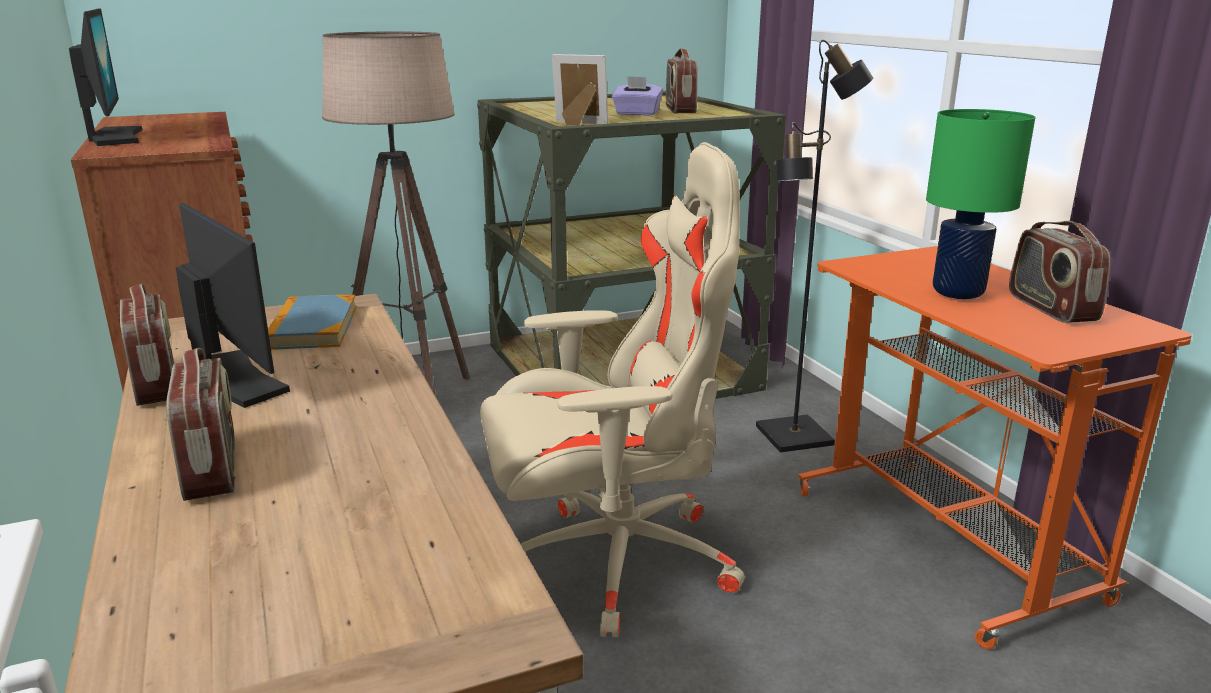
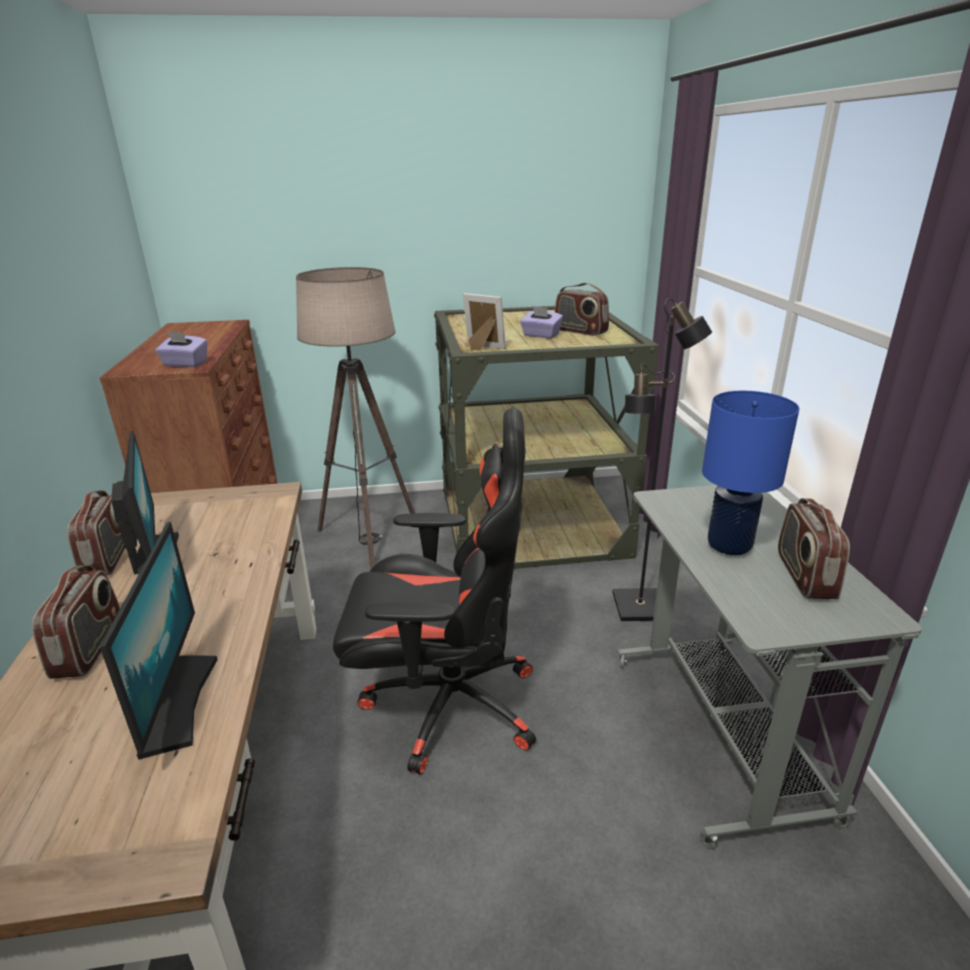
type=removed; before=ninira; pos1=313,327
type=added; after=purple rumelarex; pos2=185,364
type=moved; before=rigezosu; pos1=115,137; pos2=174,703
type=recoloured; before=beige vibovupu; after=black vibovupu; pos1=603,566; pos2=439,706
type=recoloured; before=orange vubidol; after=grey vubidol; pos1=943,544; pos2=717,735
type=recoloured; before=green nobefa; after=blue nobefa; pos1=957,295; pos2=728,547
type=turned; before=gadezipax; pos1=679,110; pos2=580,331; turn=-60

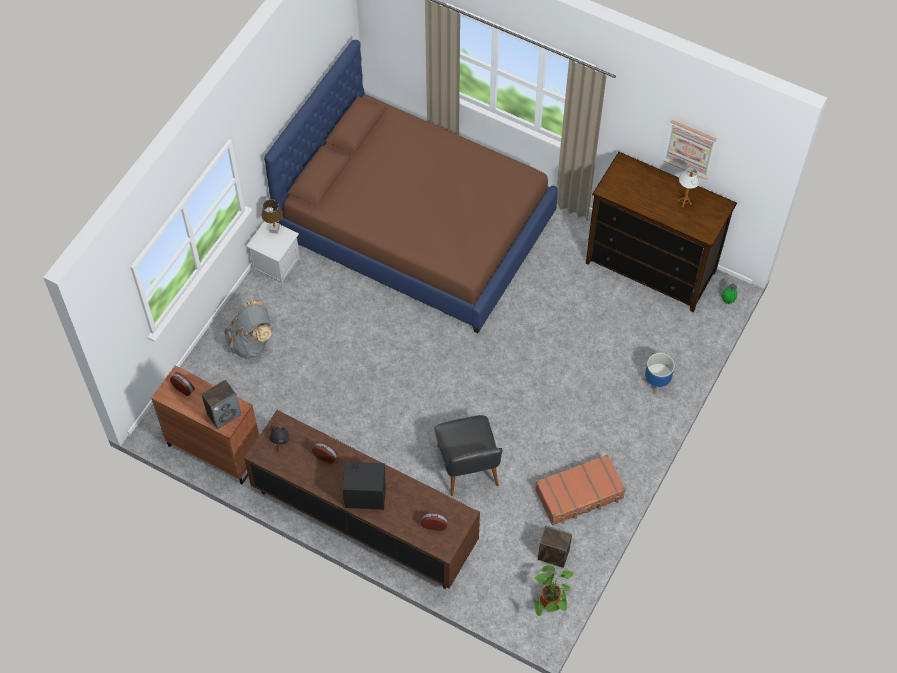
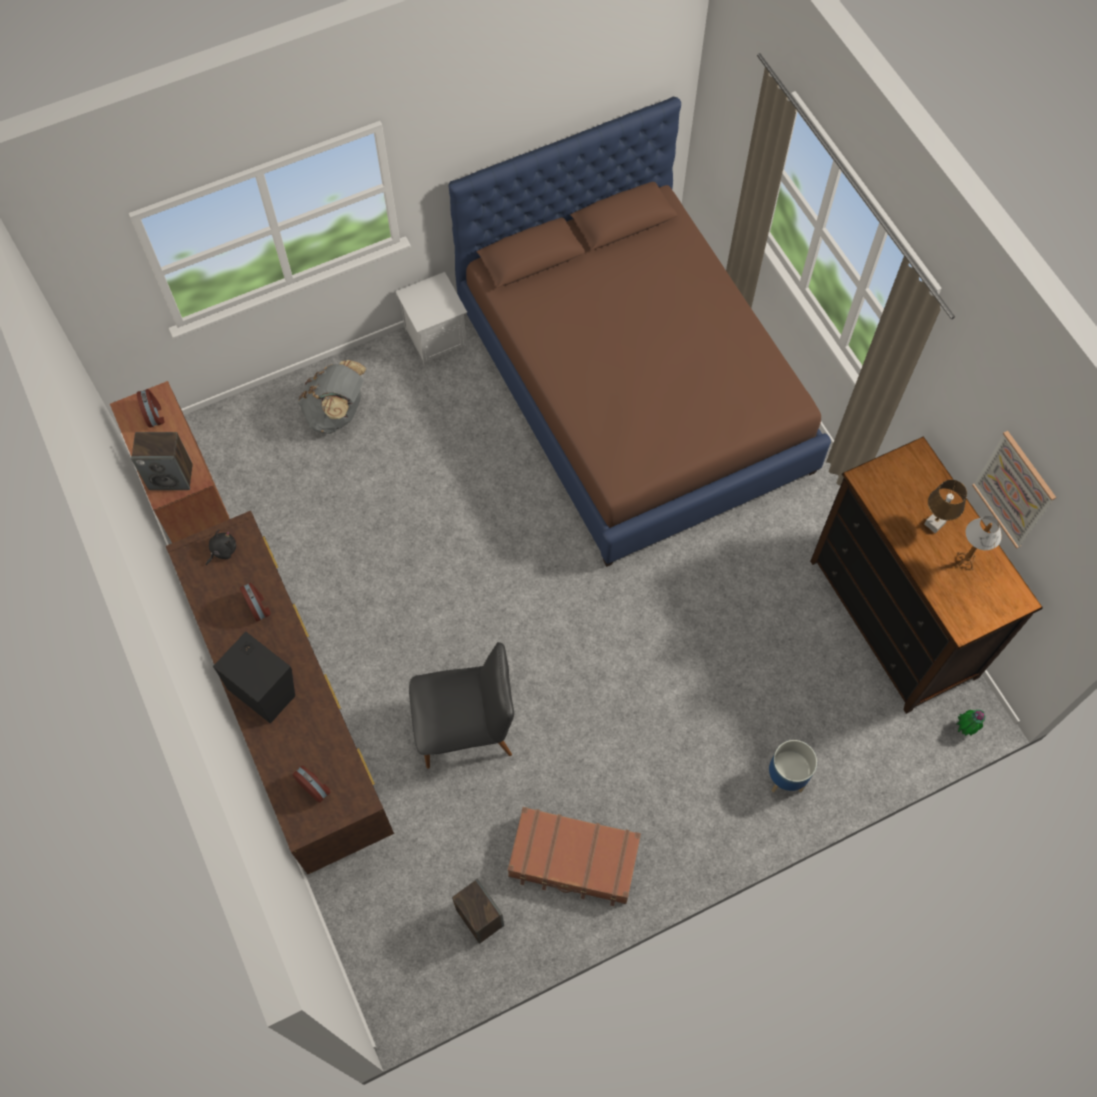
type=removed; before=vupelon; pos1=551,603
type=moved; before=brown nobefa; pos1=274,229; pos2=934,523
type=turned; before=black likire; pos1=467,465; pos2=465,727; turn=-120

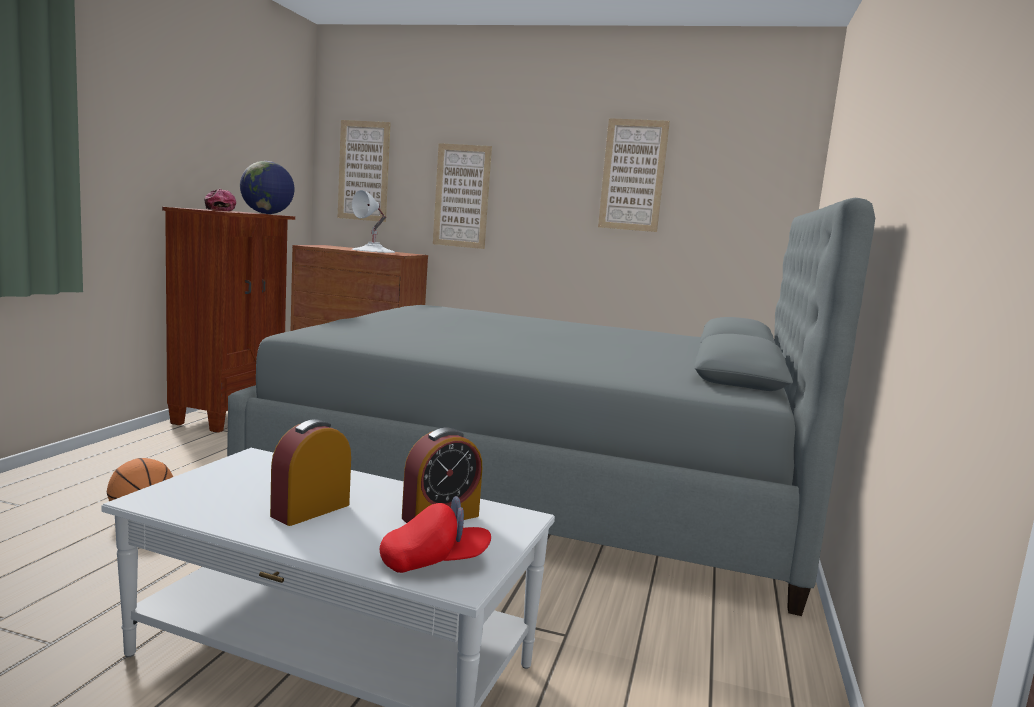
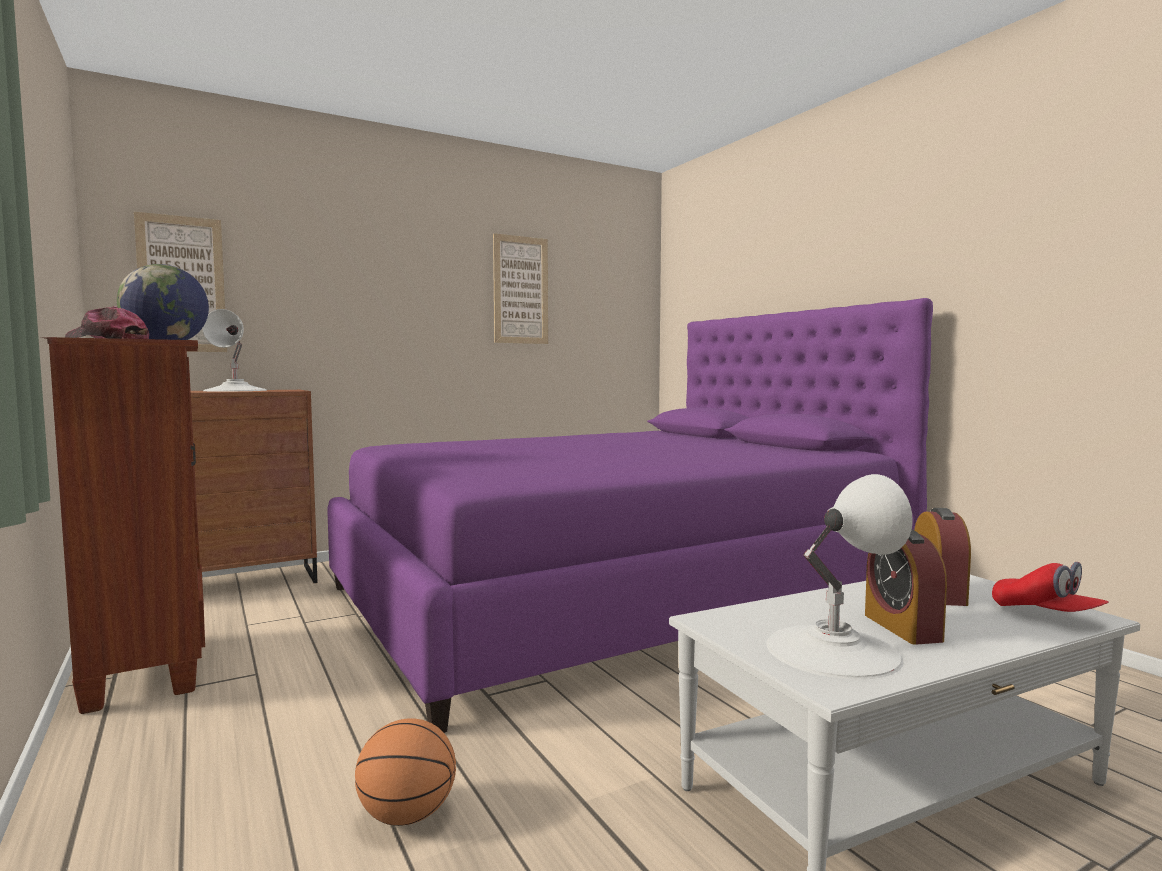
type=removed; before=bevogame; pos1=462,196
type=added; after=white nobefa; pos2=832,650
type=recoloured; before=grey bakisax; after=purple bakisax; pos1=539,482; pos2=616,596
type=turned; before=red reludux; pos1=434,562; pos2=1046,614; turn=120

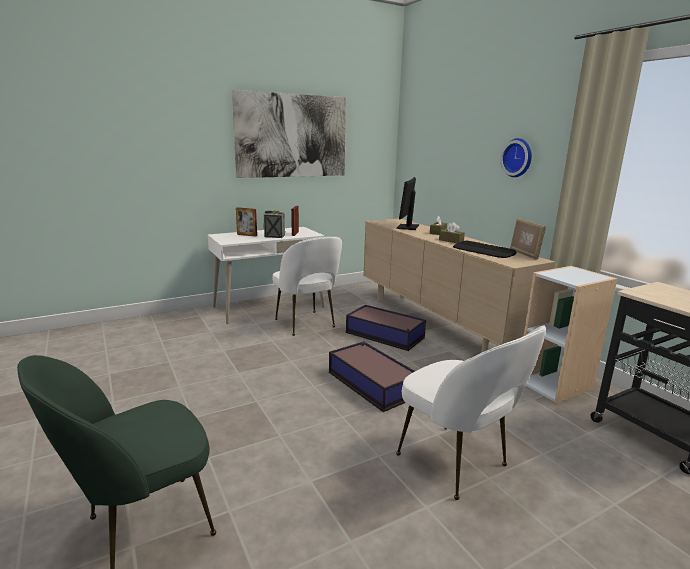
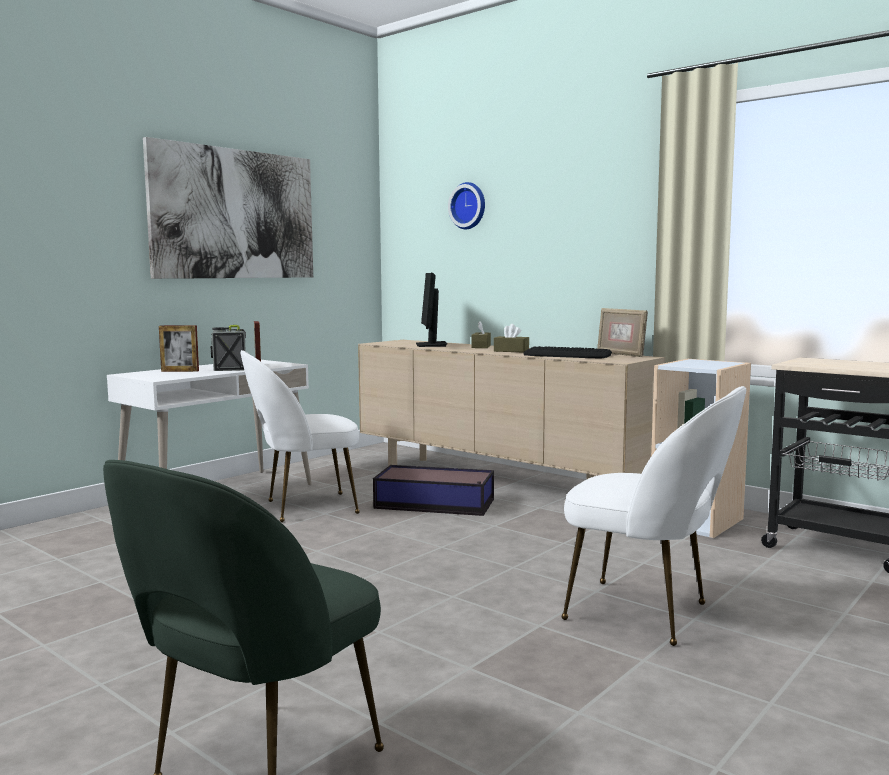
type=removed; before=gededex; pos1=371,383
type=moved; before=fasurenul; pos1=518,158; pos2=469,206
type=turned; before=white likire; pos1=306,325; pos2=303,508; turn=120

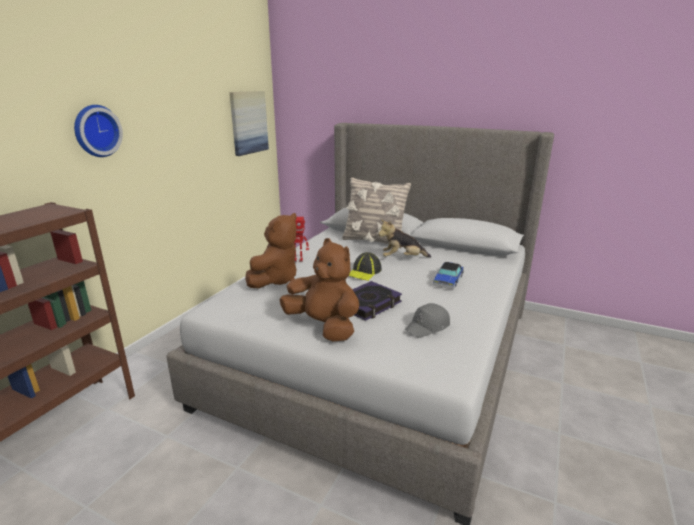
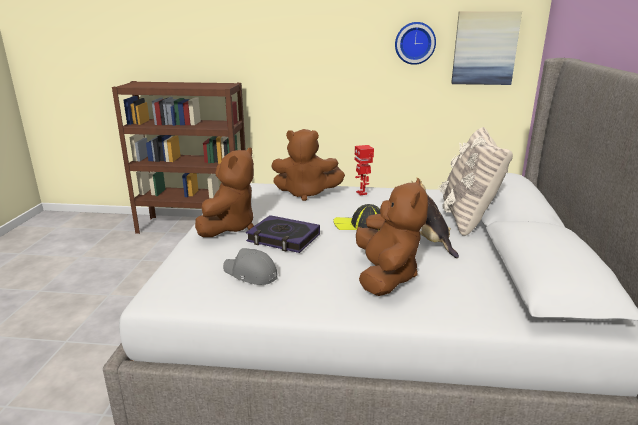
type=moved; before=fasurenul; pos1=96,131; pos2=415,43
type=replaced; before=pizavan; after=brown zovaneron; pos1=448,281; pos2=386,276

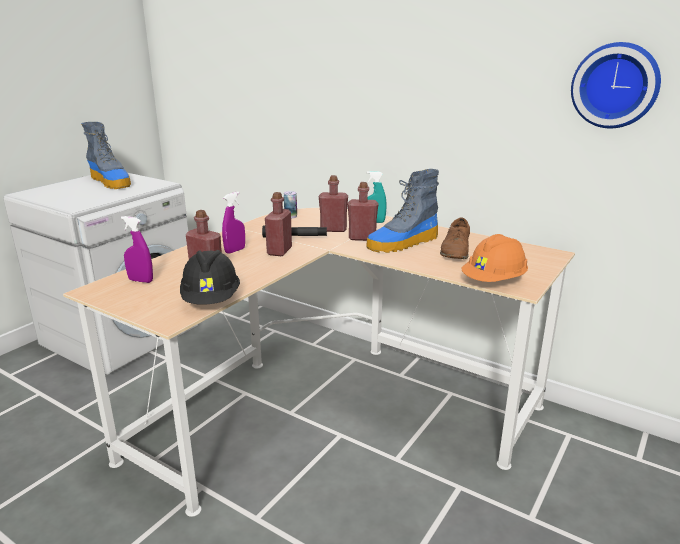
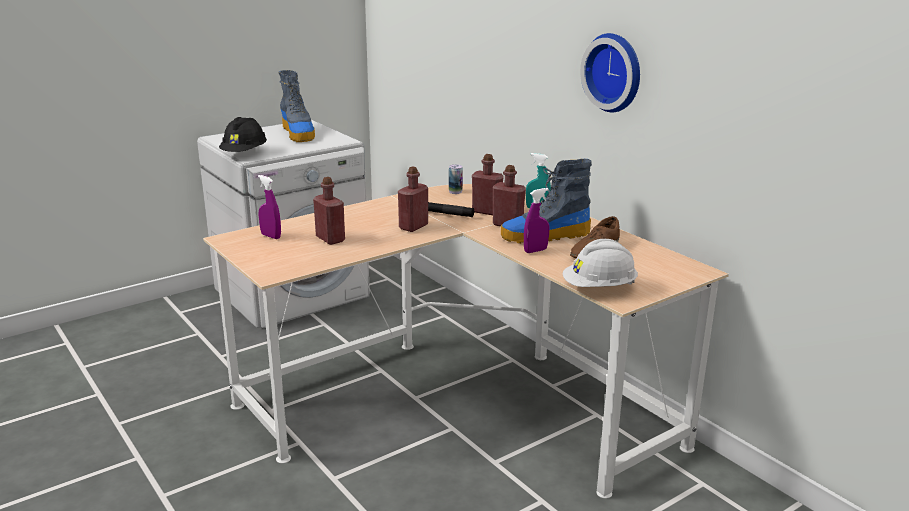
type=moved; before=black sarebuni; pos1=211,300; pos2=244,153
type=moved; before=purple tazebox; pos1=235,250; pos2=535,251
type=moved; before=fasurenul; pos1=615,85; pos2=615,72
type=recoloured; before=orange sarebuni; after=white sarebuni; pos1=494,281; pos2=599,288

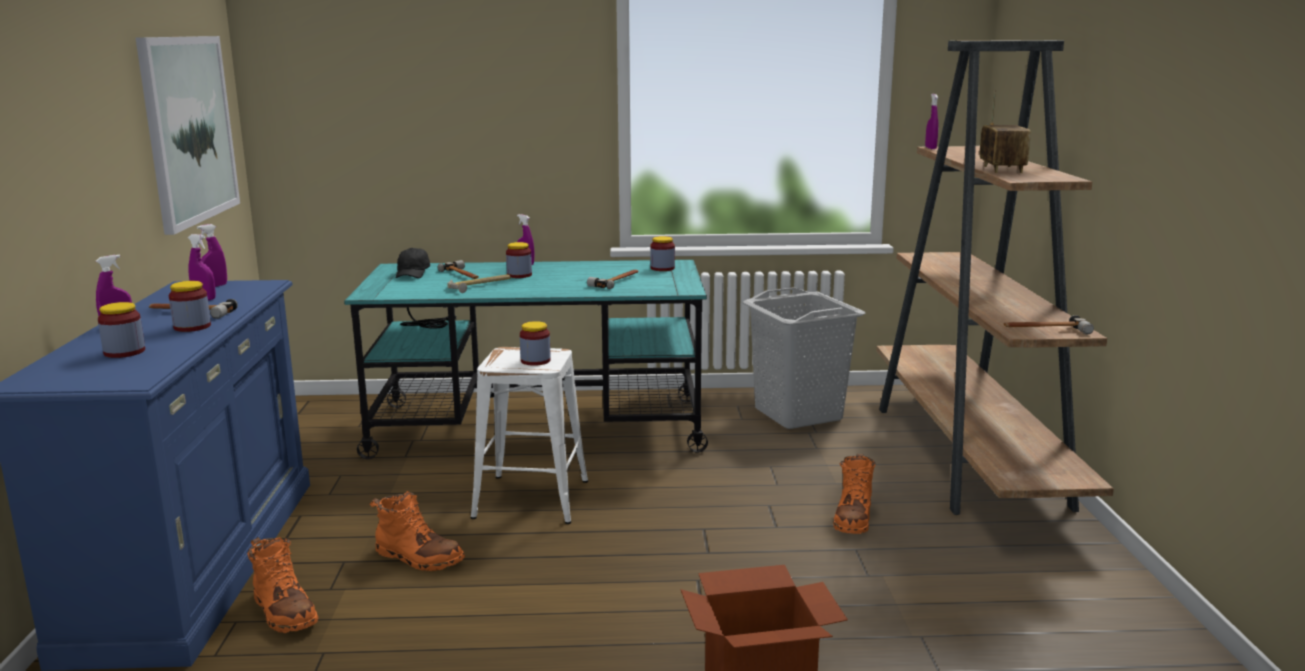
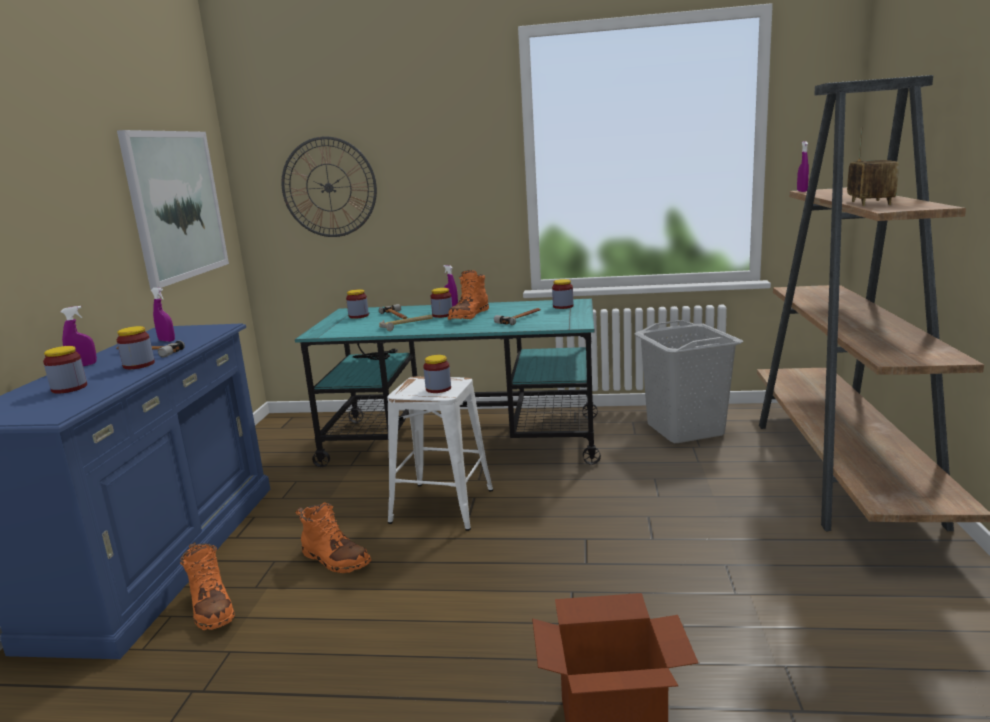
type=removed; before=purple tazebox; pos1=215,286
type=removed; before=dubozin; pos1=1045,330
type=added; after=fasurenul; pos2=329,187
type=moved; before=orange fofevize; pos1=853,518; pos2=468,316
type=replaced; before=black reludux; after=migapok; pos1=412,274; pos2=358,316

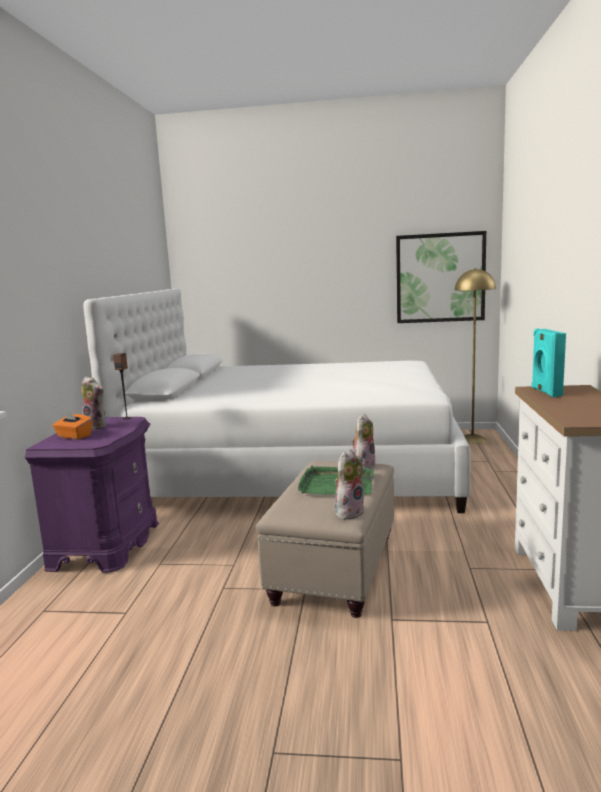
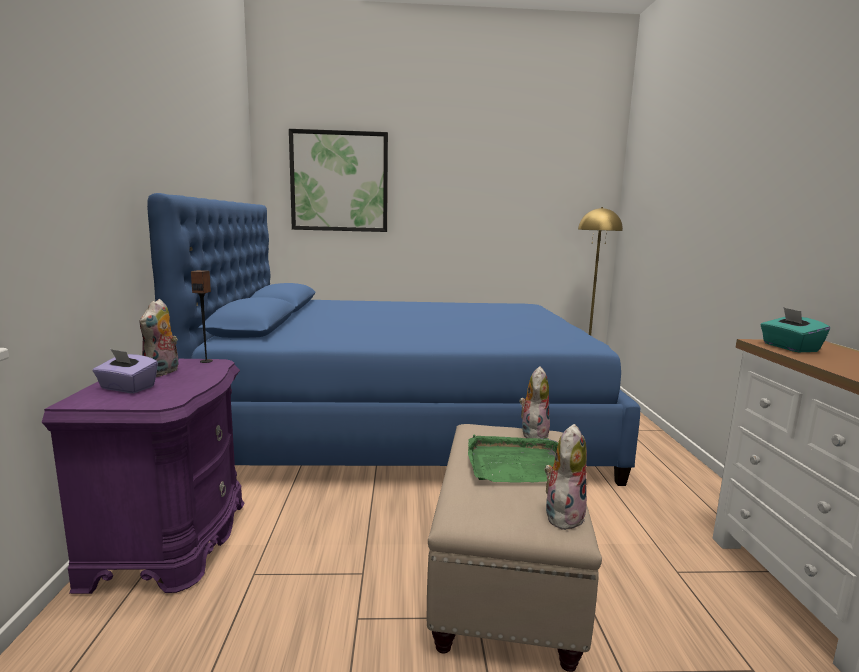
type=moved; before=bevogame; pos1=440,278; pos2=339,181
type=replaced; before=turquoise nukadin; after=turquoise rumelarex; pos1=545,392; pos2=789,347
type=recoloured; before=orange rumelarex; after=purple rumelarex; pos1=74,436; pos2=127,388
type=recoloured; before=white bakisax; after=blue bakisax; pos1=295,469; pos2=404,424
type=turned; before=zovaneron; pos1=97,426; pos2=163,372; turn=75

